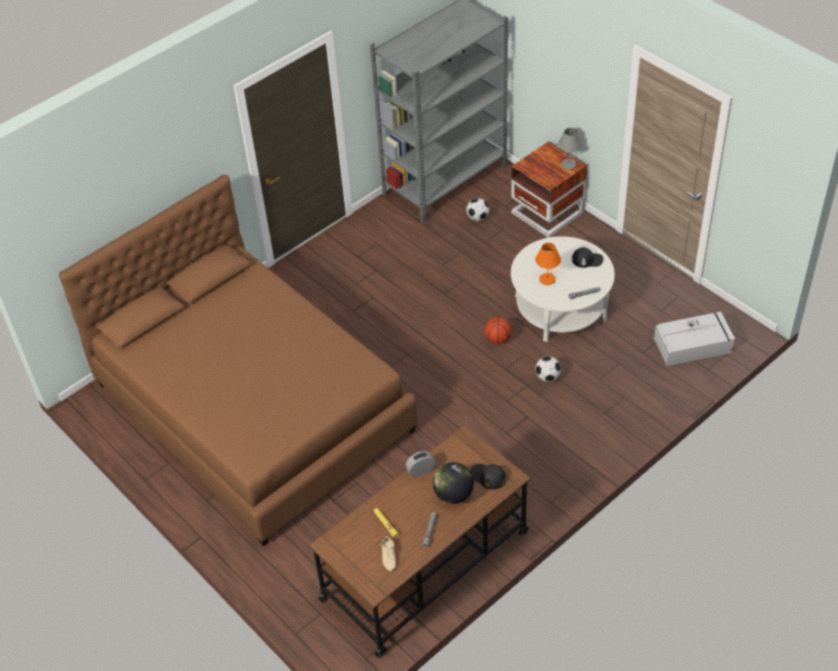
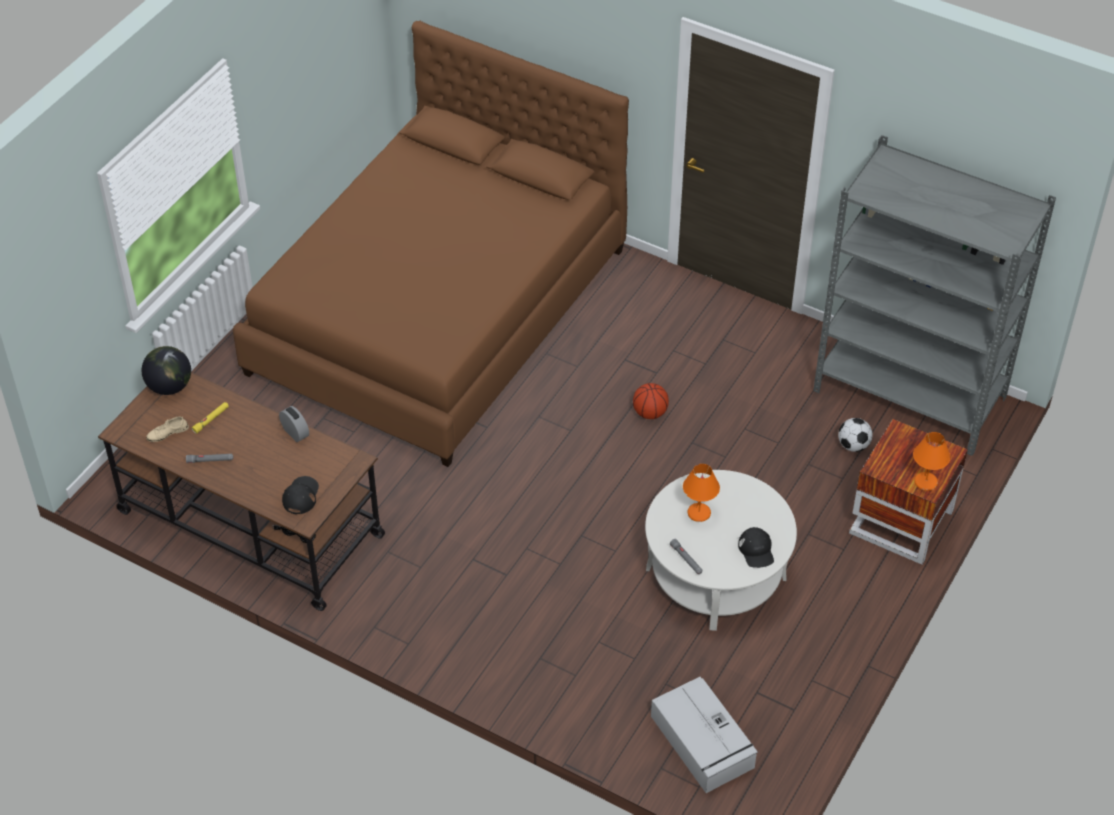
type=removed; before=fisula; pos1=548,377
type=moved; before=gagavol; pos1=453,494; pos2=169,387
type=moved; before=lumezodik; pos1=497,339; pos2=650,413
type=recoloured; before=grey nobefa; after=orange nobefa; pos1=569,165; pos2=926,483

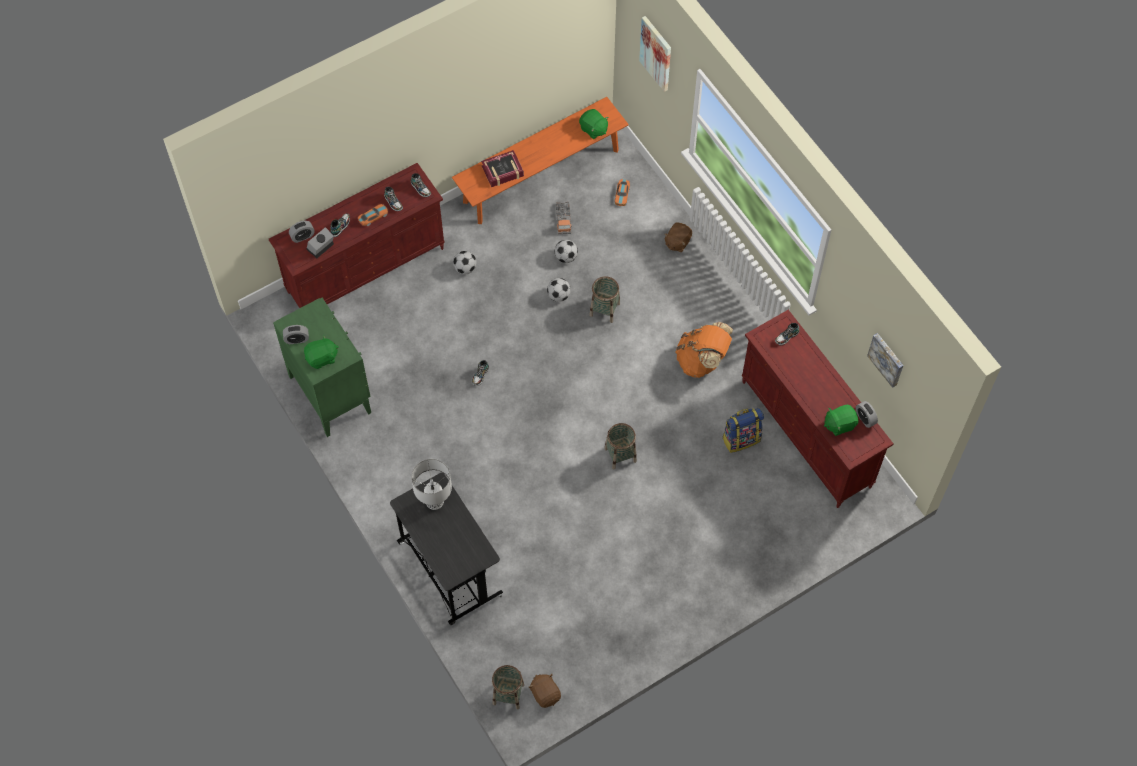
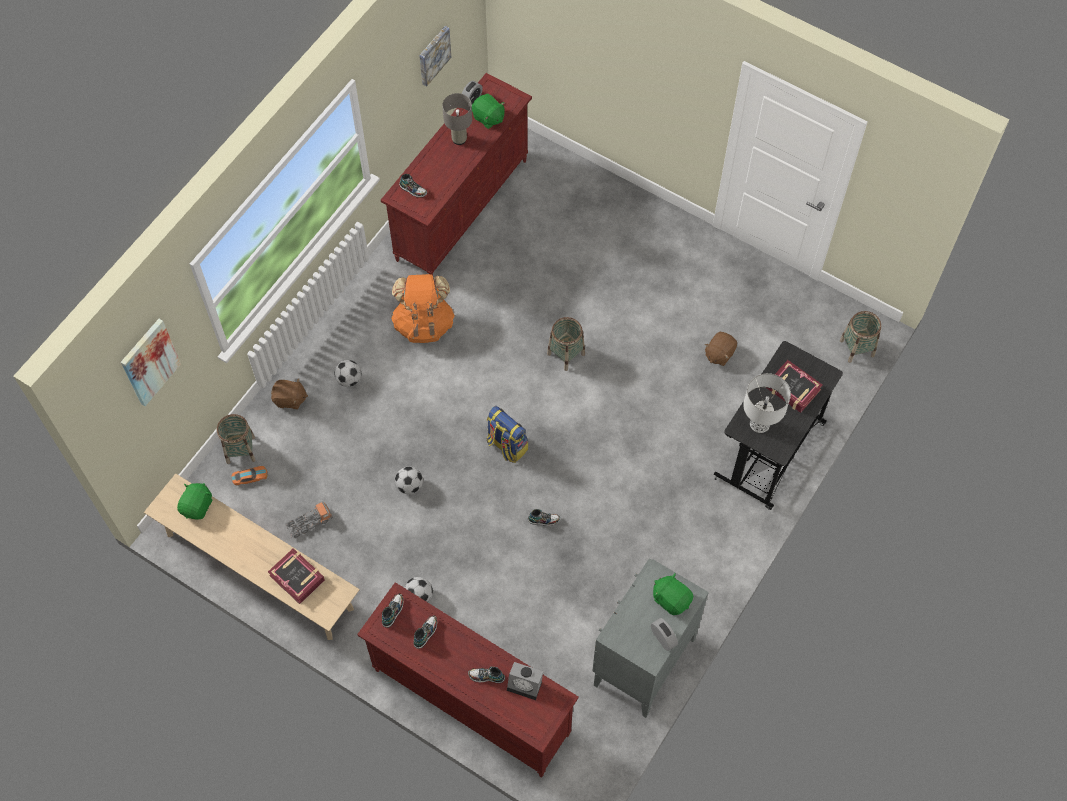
type=removed; before=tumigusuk; pos1=302,236
type=removed; before=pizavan; pos1=373,216
type=added; after=grey nobefa; pos2=459,139
type=added; after=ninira; pos2=792,389
type=moved; before=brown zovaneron; pos1=545,694; pos2=719,354
type=moved; before=fisula; pos1=566,257; pos2=349,380
type=moved; before=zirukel; pos1=604,309; pos2=240,450
type=moved; before=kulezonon; pos1=741,438; pos2=506,445
type=recoloured; before=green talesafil; after=grey talesafil; pos1=331,393; pos2=642,661
type=recoloured; before=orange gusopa; after=beige gusopa; pos1=541,176; pos2=259,571

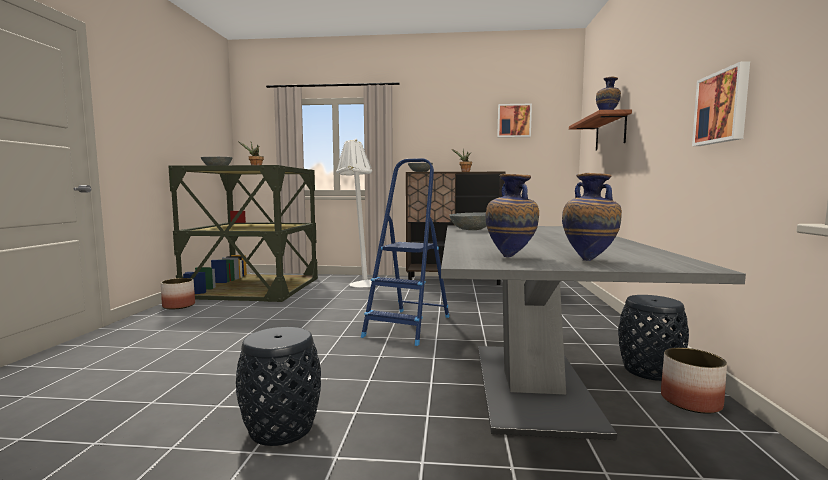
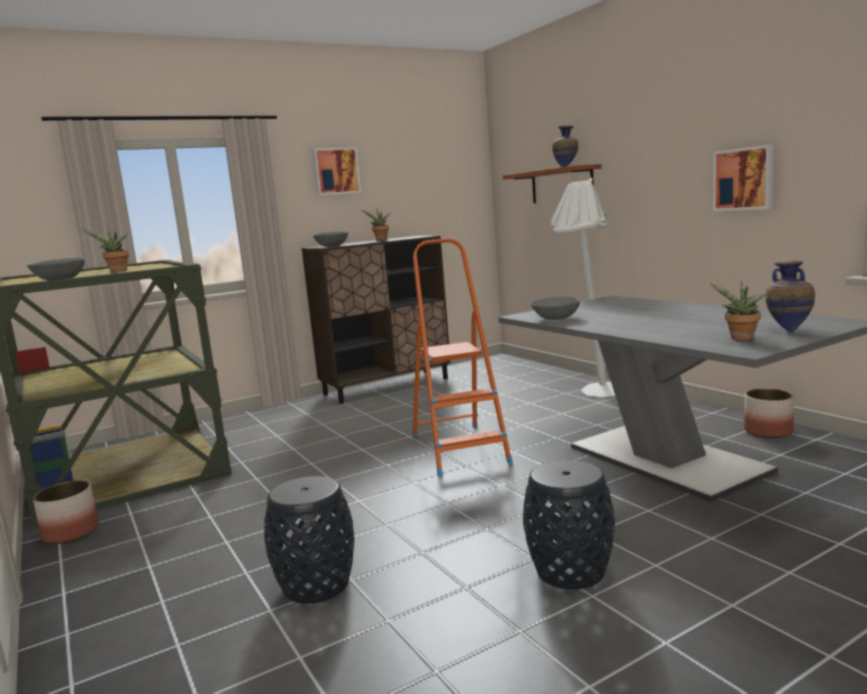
type=moved; before=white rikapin; pos1=359,283; pos2=592,392
type=moved; before=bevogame; pos1=514,121; pos2=336,171
type=moved; before=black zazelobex; pos1=649,371; pos2=316,585
type=replaced; before=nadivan; after=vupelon; pos1=511,257; pos2=740,339
type=recoloured; before=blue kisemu; after=orange kisemu; pos1=407,326; pos2=459,449

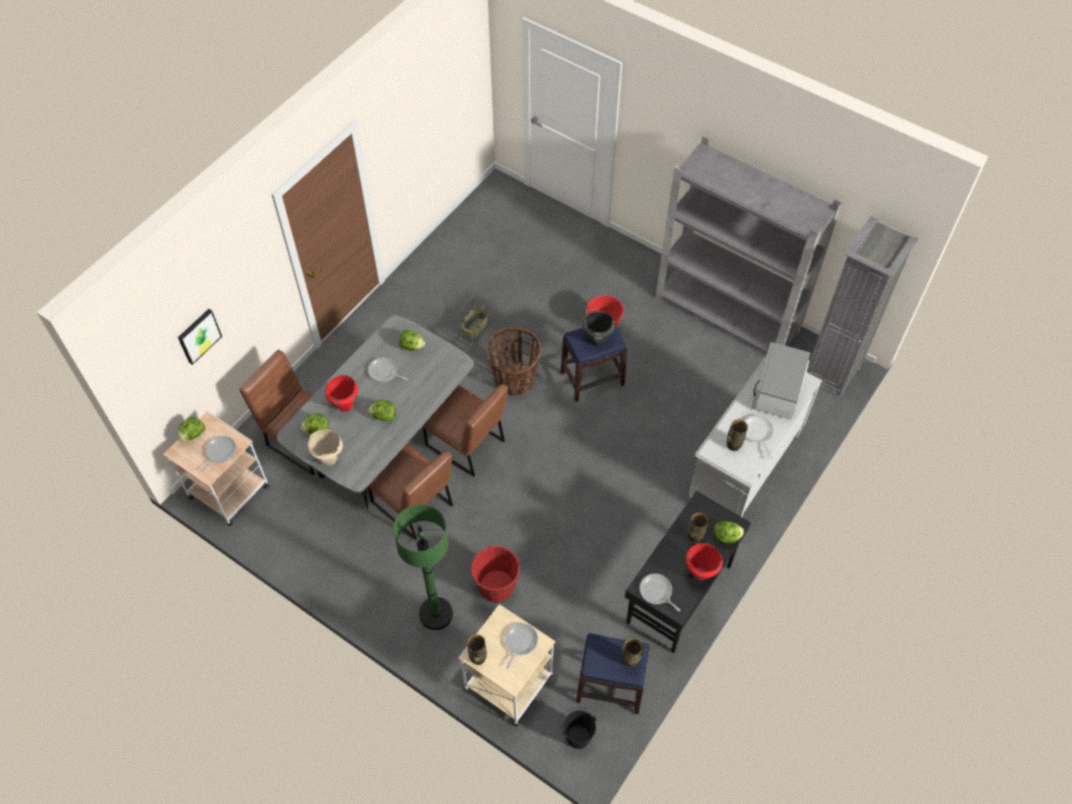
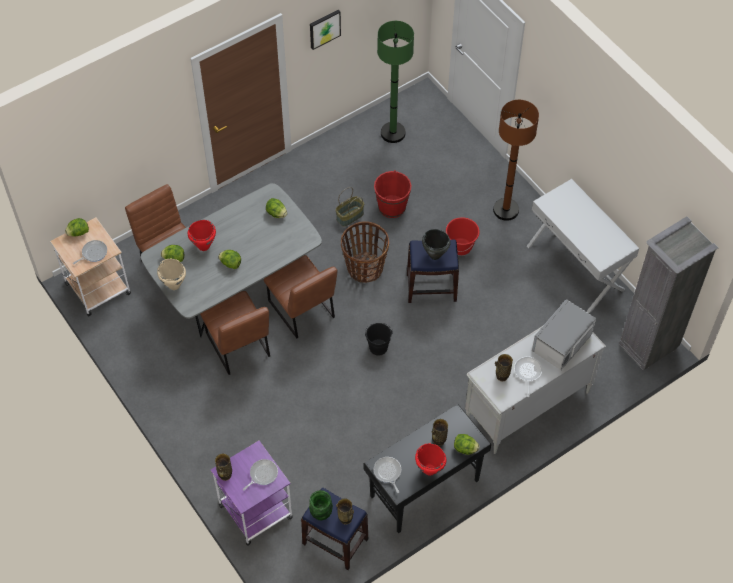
type=removed; before=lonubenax; pos1=384,372
type=added; after=green nadivan; pos2=321,514
type=added; after=brown rikapin; pos2=506,210
type=moved; before=bevogame; pos1=198,335; pos2=324,28
type=moved; before=green rikapin; pos1=436,614; pos2=393,133
type=moved; before=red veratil; pos1=497,587; pos2=392,207
type=moved; before=black veratil; pos1=577,734; pos2=378,345
type=replaced; before=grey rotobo; after=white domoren; pos1=727,314; pos2=576,267
type=recoloured; before=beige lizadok; after=purple lizadok; pos1=508,683; pos2=255,510

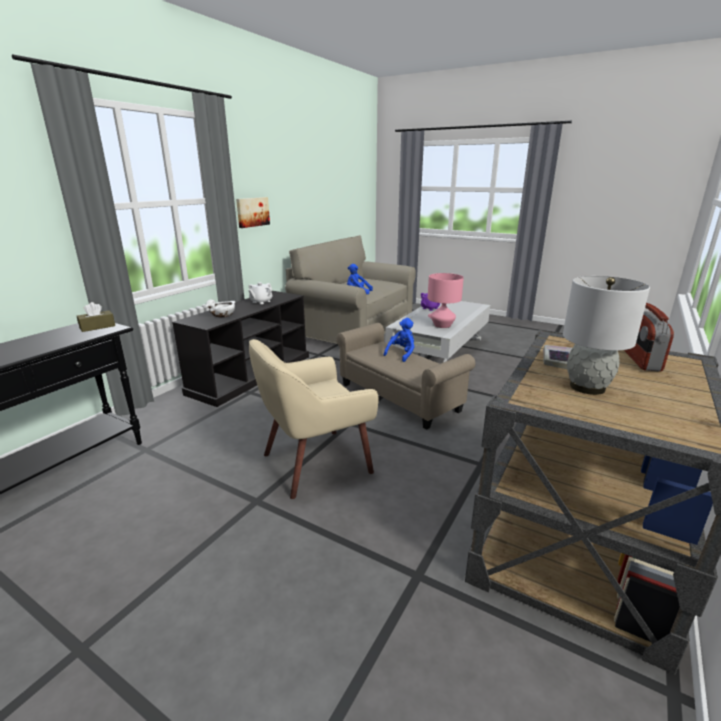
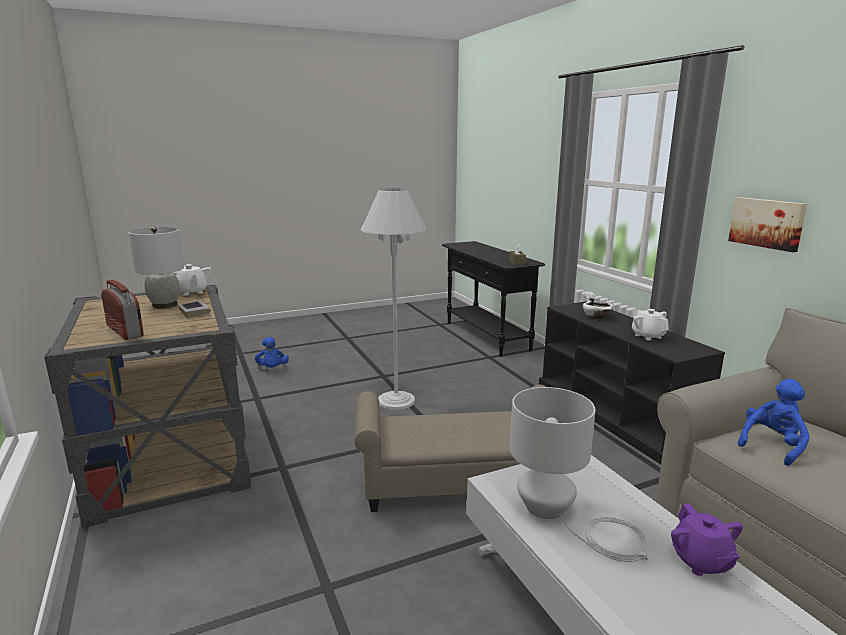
type=added; after=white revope; pos2=192,292
type=moved; before=blue zovaneron; pos1=401,354; pos2=272,369
type=replaced; before=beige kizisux; after=white rikapin; pos1=315,463; pos2=396,401
type=recoloured; before=pink nobefa; after=grey nobefa; pos1=441,321; pos2=571,519

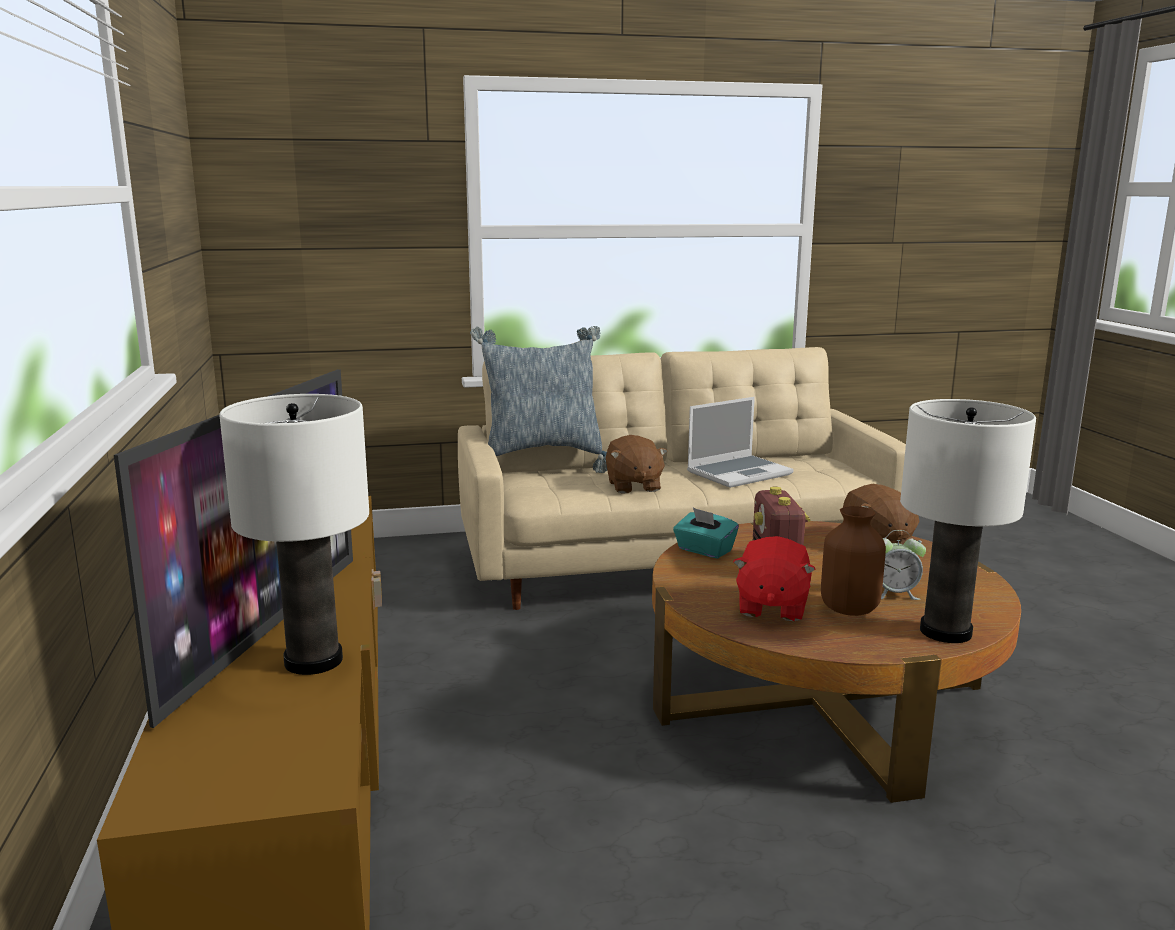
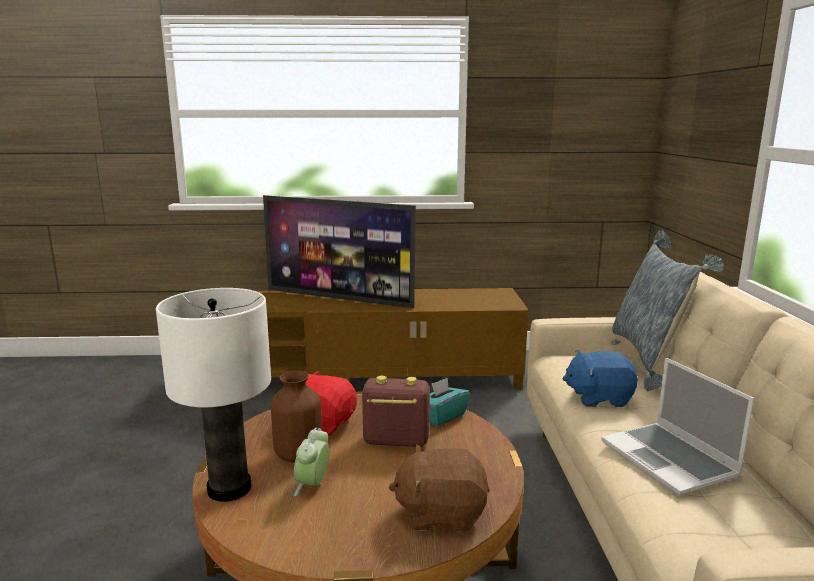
type=removed; before=white nobefa; pos1=312,661
type=recoloured; before=brown zovaneron; after=blue zovaneron; pos1=633,486; pos2=598,398

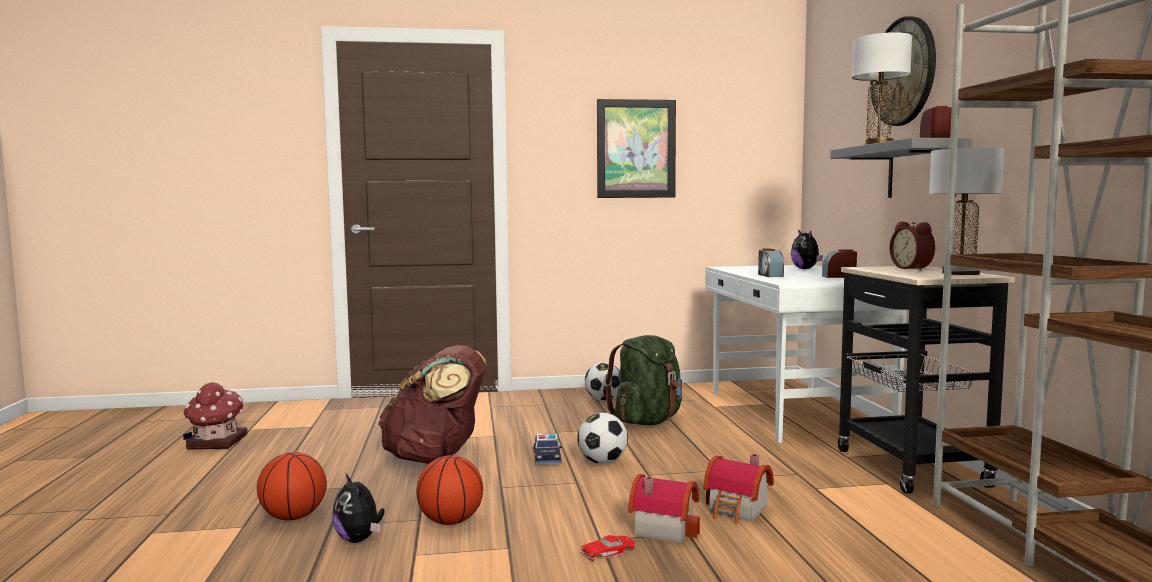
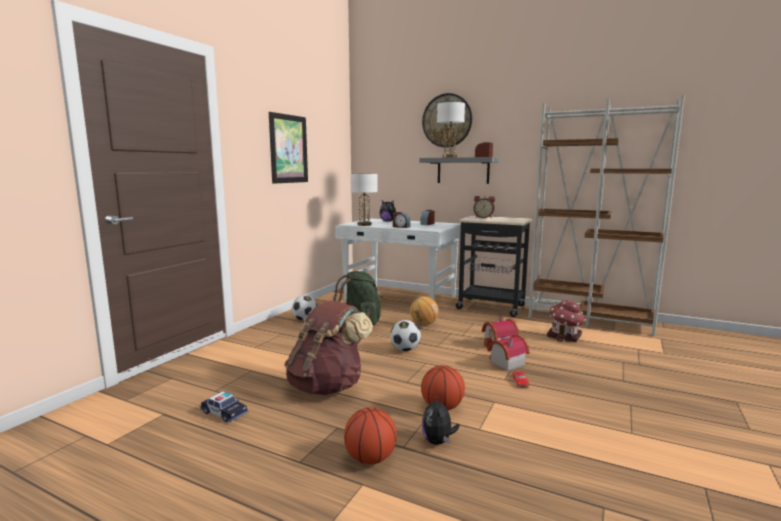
type=added; after=lumezodik; pos2=423,324
type=moved; before=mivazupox; pos1=216,443; pos2=565,336
type=moved; before=pizavan; pos1=547,457; pos2=224,413
type=moved; before=nobefa; pos1=961,273; pos2=364,225
type=turned; before=zovaneron; pos1=359,539; pos2=438,441; turn=90

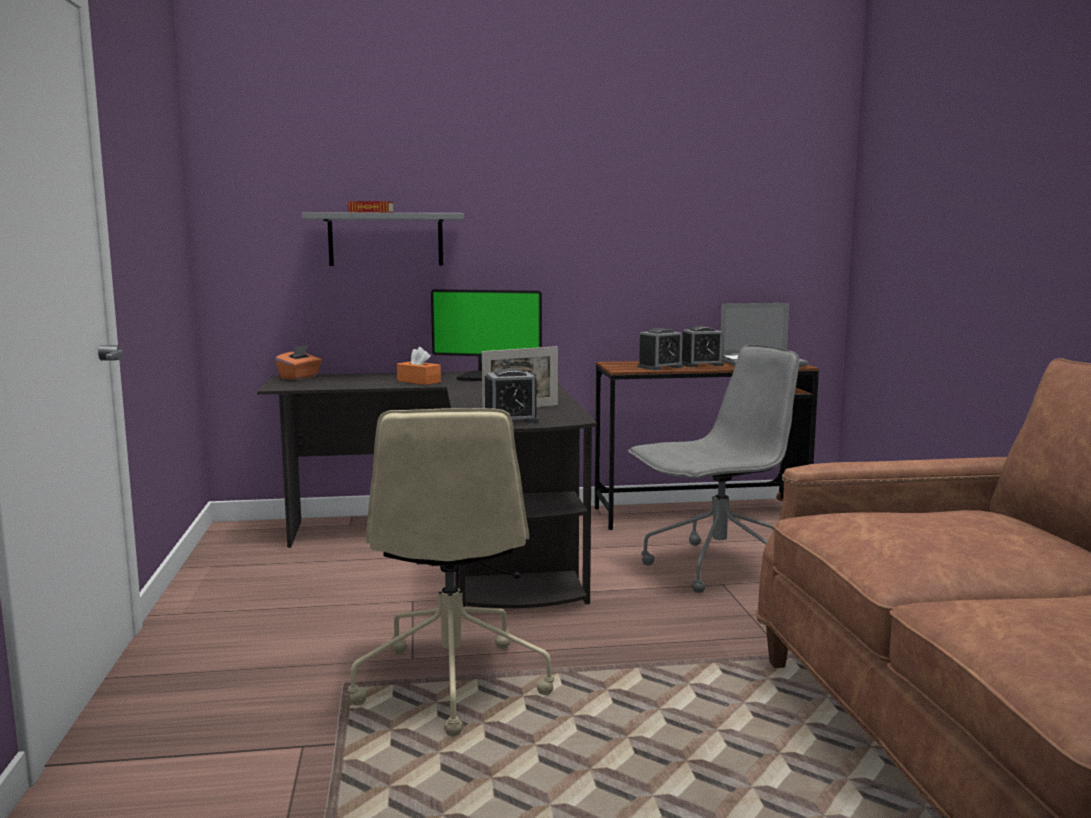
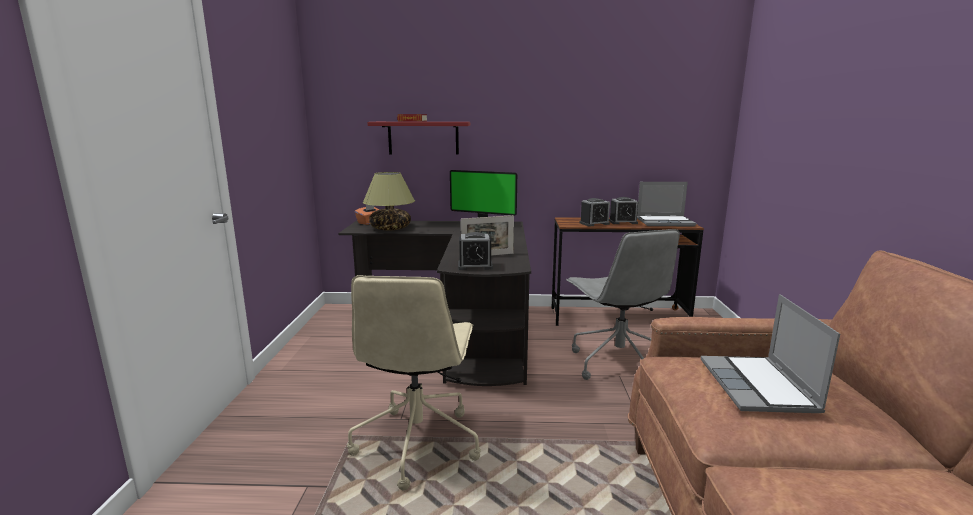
type=removed; before=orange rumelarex; pos1=418,381
type=added; after=nobefa; pos2=390,229
type=added; after=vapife; pos2=759,387
type=recoloured; before=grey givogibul; after=red givogibul; pos1=386,239; pos2=423,138
type=turned; before=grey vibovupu; pos1=712,569; pos2=615,363; turn=90

